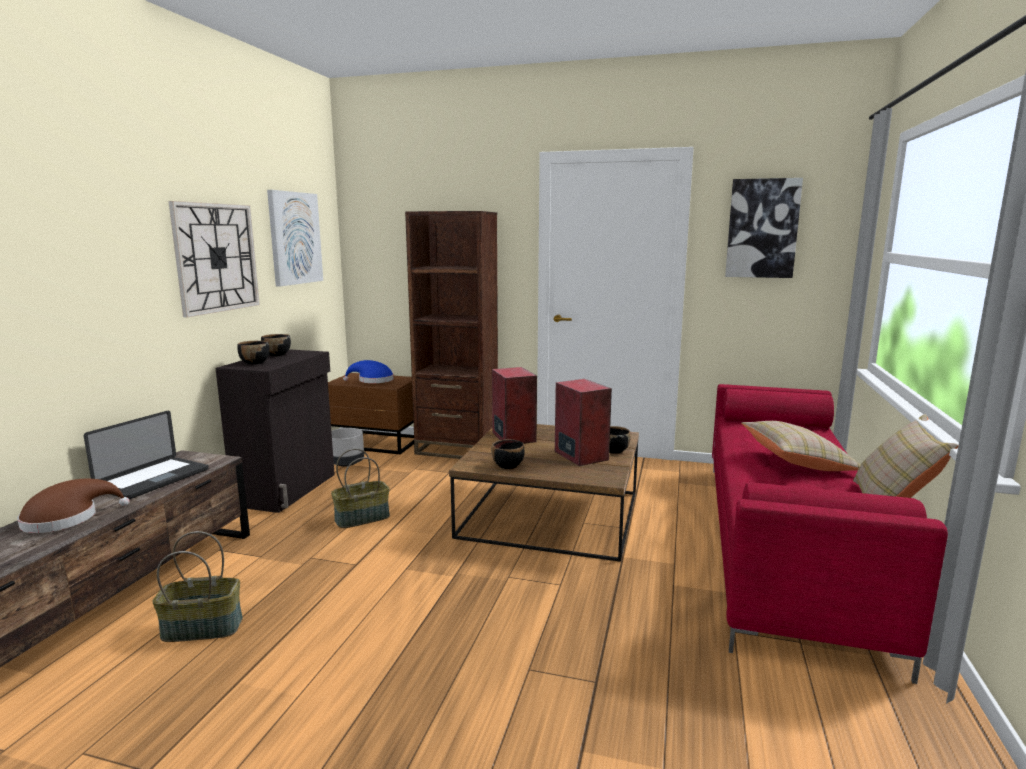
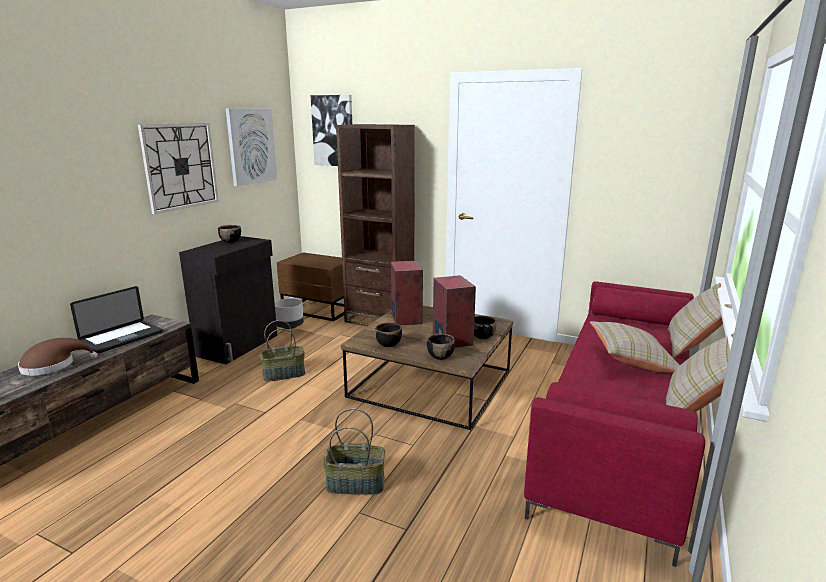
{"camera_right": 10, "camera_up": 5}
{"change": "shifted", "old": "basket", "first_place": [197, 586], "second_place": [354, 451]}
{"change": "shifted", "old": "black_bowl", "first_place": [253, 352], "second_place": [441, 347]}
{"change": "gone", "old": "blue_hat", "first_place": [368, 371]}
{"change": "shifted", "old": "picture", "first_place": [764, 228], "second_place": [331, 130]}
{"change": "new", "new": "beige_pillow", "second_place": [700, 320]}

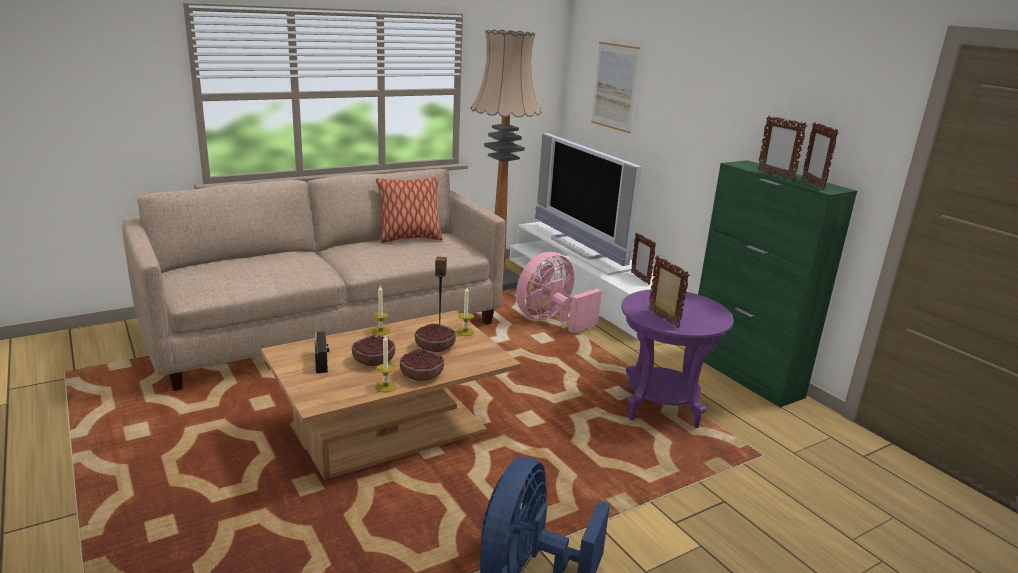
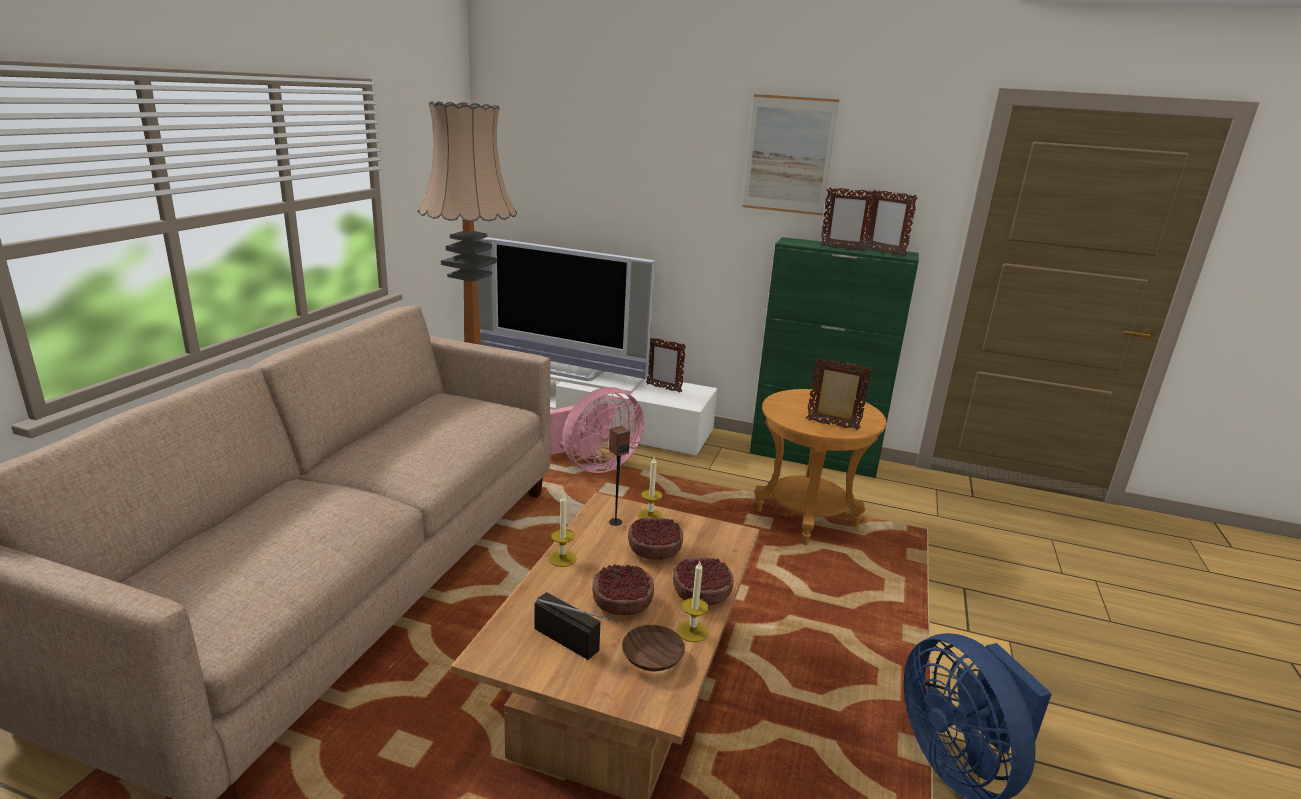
{"camera_right": -40, "camera_up": 0}
{"change": "gone", "old": "pillow", "first_place": [409, 210]}
{"change": "rotated", "old": "pink_fan", "first_place": [559, 292], "second_place": [597, 430], "degrees": -135}
{"change": "shifted", "old": "picture", "first_place": [615, 87], "second_place": [790, 155]}
{"change": "repainted", "old": "purple_side_table", "new": "brown_side_table", "first_place": [677, 358], "second_place": [820, 467]}
{"change": "new", "new": "brown_bowl", "second_place": [653, 648]}

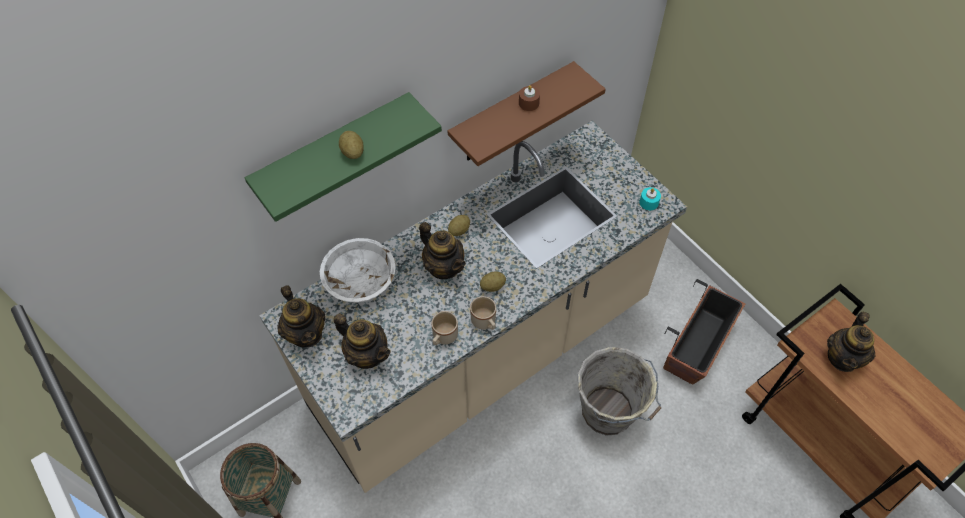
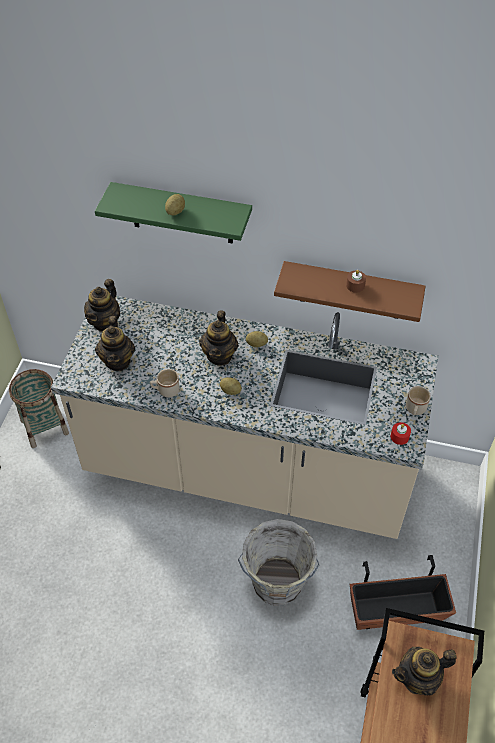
{"camera_right": 50, "camera_up": -5}
{"change": "gone", "old": "white_bowl", "first_place": [358, 270]}
{"change": "shifted", "old": "beige_mug", "first_place": [483, 313], "second_place": [418, 400]}
{"change": "repainted", "old": "turquoise_candle", "new": "red_candle", "first_place": [650, 198], "second_place": [401, 433]}

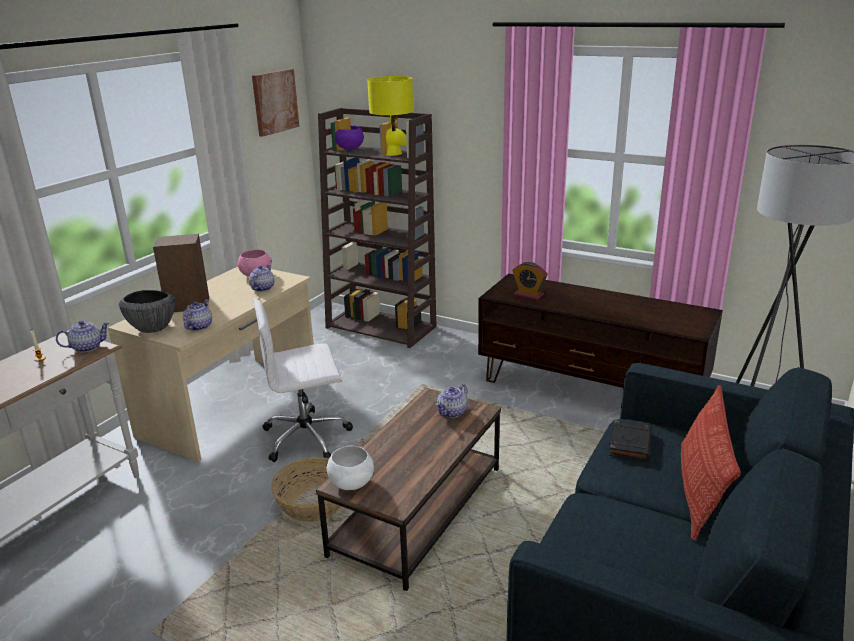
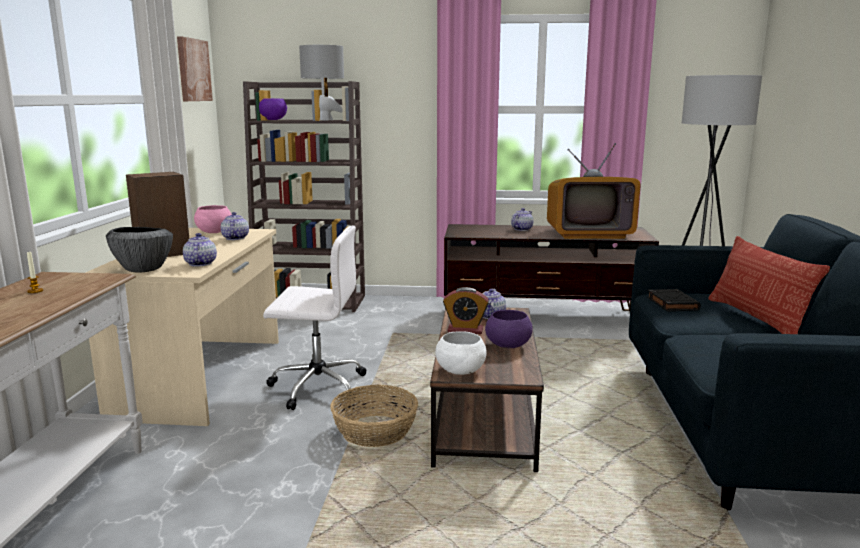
{"camera_right": -25, "camera_up": -10}
{"change": "shifted", "old": "teapot", "first_place": [83, 336], "second_place": [522, 219]}
{"change": "rotated", "old": "white_office_chair", "first_place": [303, 380], "second_place": [314, 317], "degrees": -135}
{"change": "repainted", "old": "yellow_table_lamp", "new": "grey_table_lamp", "first_place": [390, 116], "second_place": [321, 83]}
{"change": "shifted", "old": "alarm_clock", "first_place": [530, 281], "second_place": [466, 310]}
{"change": "new", "new": "purple_bowl", "second_place": [509, 329]}
{"change": "new", "new": "television", "second_place": [594, 191]}

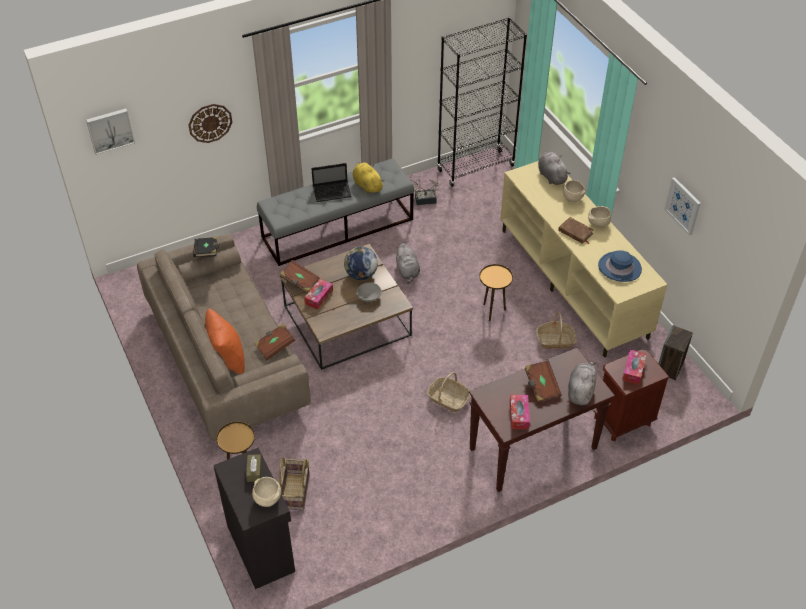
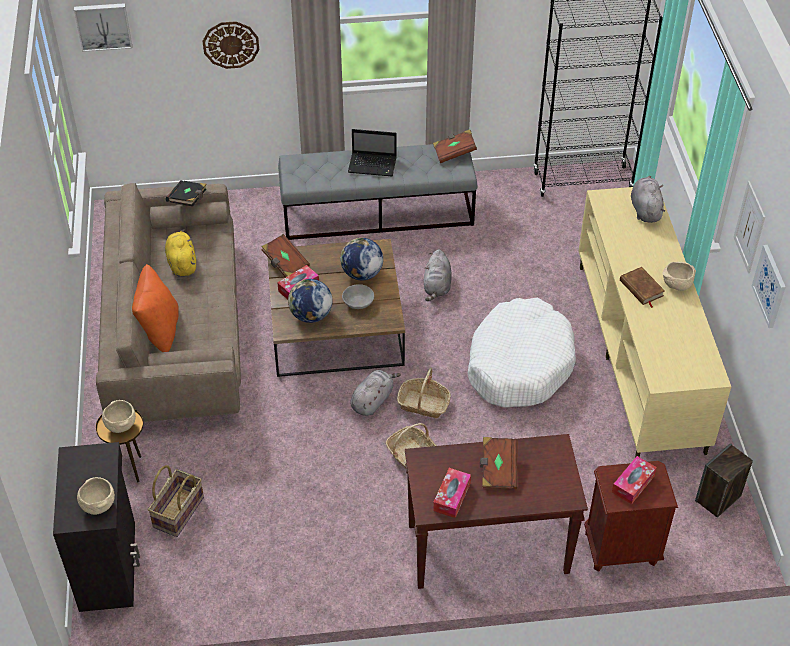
{"camera_right": 20, "camera_up": 0}
{"change": "gone", "old": "brown_tissue_box", "first_place": [254, 468]}
{"change": "shifted", "old": "brown_book", "first_place": [274, 342], "second_place": [455, 146]}
{"change": "shifted", "old": "yellow_plush_toy", "first_place": [369, 178], "second_place": [180, 253]}
{"change": "gone", "old": "potted_plant", "first_place": [425, 190]}
{"change": "swapped", "old": "brown_side_table", "new": "white_dog_bed", "first_place": [496, 292], "second_place": [522, 353]}
{"change": "shifted", "old": "basket", "first_place": [556, 330], "second_place": [424, 393]}
{"change": "shifted", "old": "beige_bowl", "first_place": [574, 191], "second_place": [119, 416]}
{"change": "shifted", "old": "grey_plush_toy", "first_place": [582, 383], "second_place": [375, 393]}
{"change": "gone", "old": "blue_hat", "first_place": [620, 266]}
{"change": "new", "new": "globe", "second_place": [310, 301]}
{"change": "new", "new": "picture", "second_place": [749, 227]}

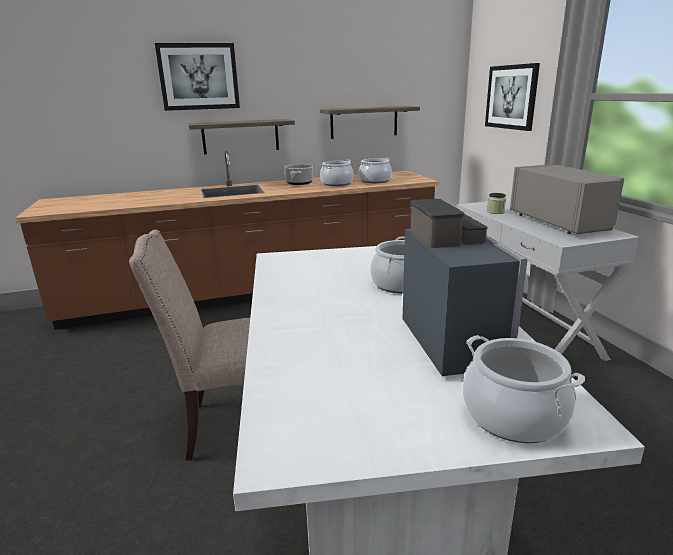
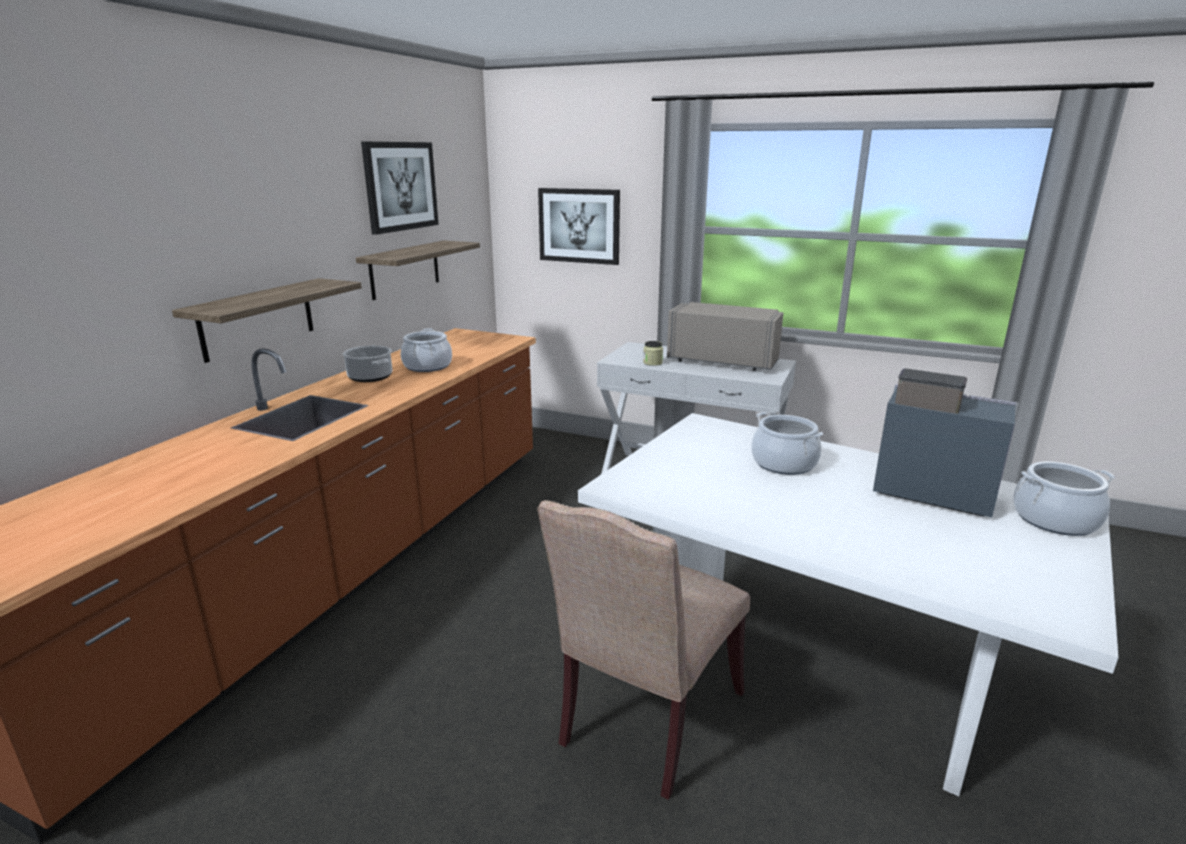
{"camera_right": -50, "camera_up": 0}
{"change": "shifted", "old": "picture", "first_place": [197, 77], "second_place": [400, 188]}
{"change": "gone", "old": "cooking_pot", "first_place": [375, 170]}

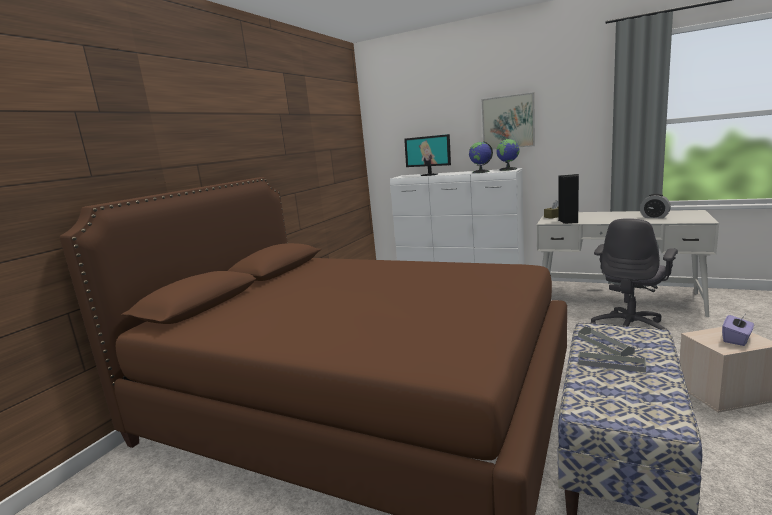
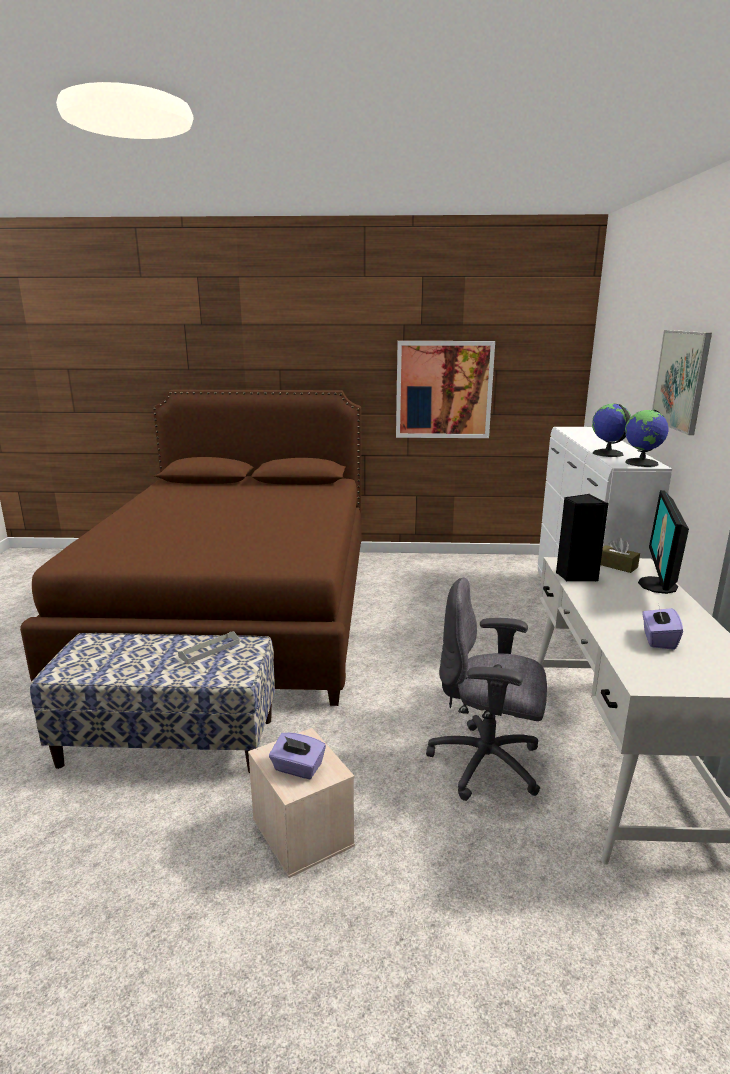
{"camera_right": 65, "camera_up": 5}
{"change": "shifted", "old": "monitor", "first_place": [427, 155], "second_place": [663, 542]}
{"change": "gone", "old": "grey_tray", "first_place": [612, 361]}
{"change": "swapped", "old": "alarm_clock", "new": "purple_tissue_box", "first_place": [655, 206], "second_place": [662, 626]}
{"change": "new", "new": "picture", "second_place": [445, 389]}

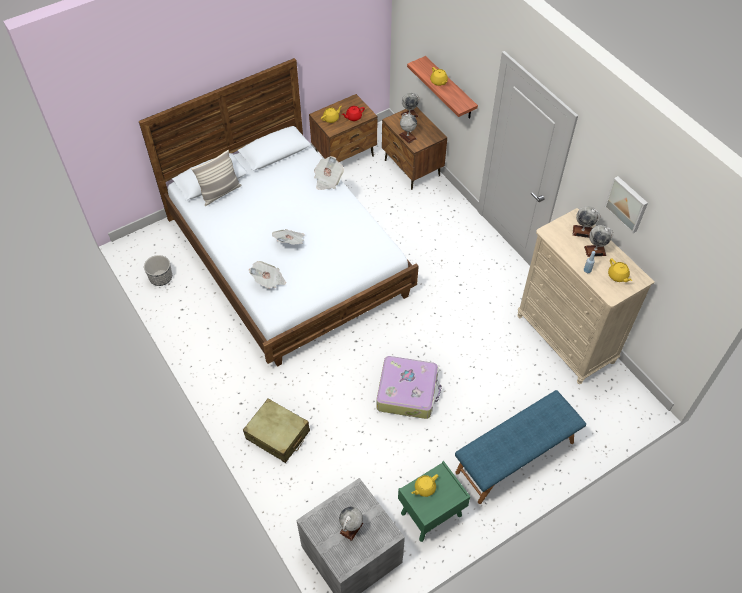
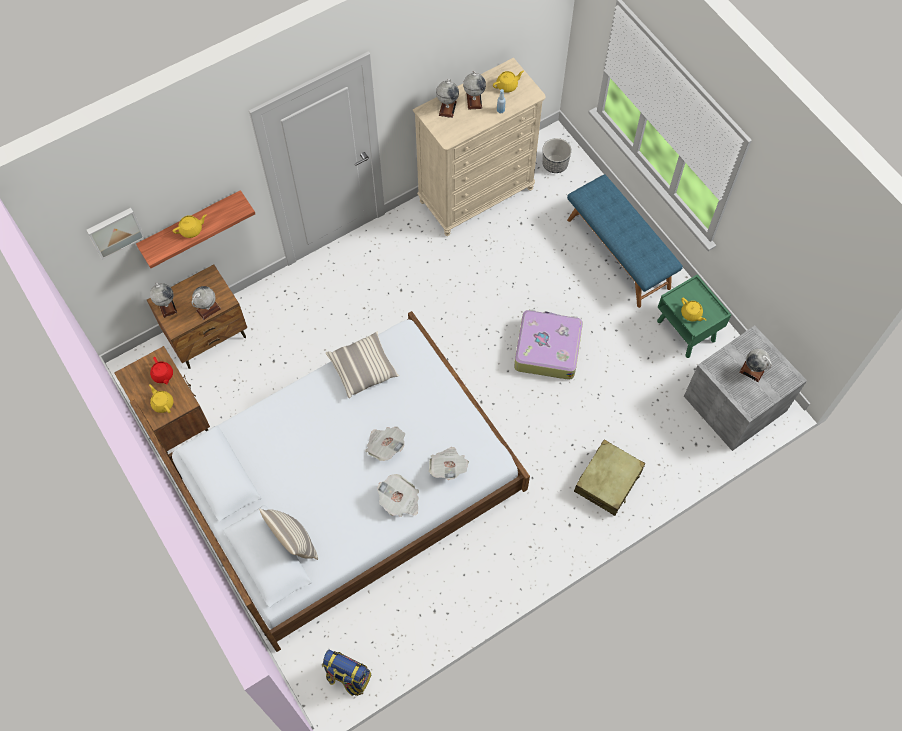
{"camera_right": -90, "camera_up": 10}
{"change": "shifted", "old": "planter", "first_place": [158, 270], "second_place": [557, 155]}
{"change": "shifted", "old": "newspaper", "first_place": [329, 173], "second_place": [398, 495]}
{"change": "shifted", "old": "picture", "first_place": [626, 204], "second_place": [115, 234]}
{"change": "new", "new": "backpack", "second_place": [346, 672]}
{"change": "new", "new": "pillow", "second_place": [362, 365]}

